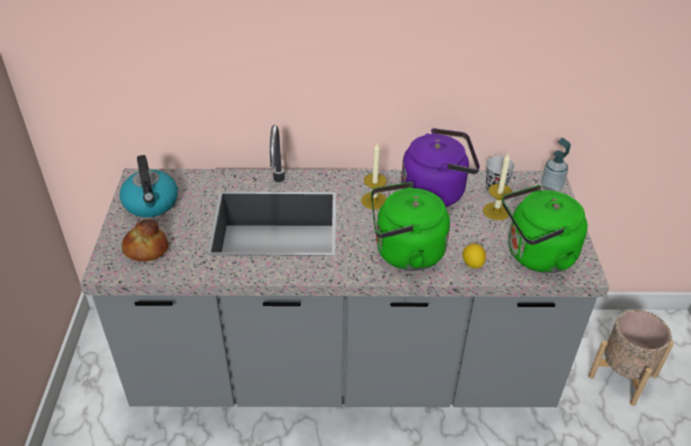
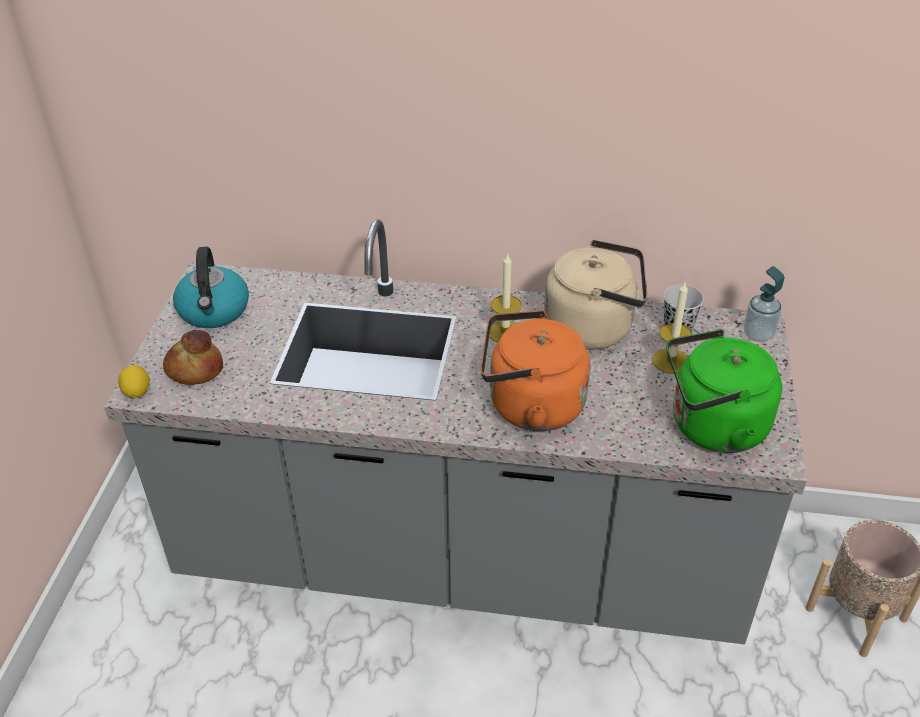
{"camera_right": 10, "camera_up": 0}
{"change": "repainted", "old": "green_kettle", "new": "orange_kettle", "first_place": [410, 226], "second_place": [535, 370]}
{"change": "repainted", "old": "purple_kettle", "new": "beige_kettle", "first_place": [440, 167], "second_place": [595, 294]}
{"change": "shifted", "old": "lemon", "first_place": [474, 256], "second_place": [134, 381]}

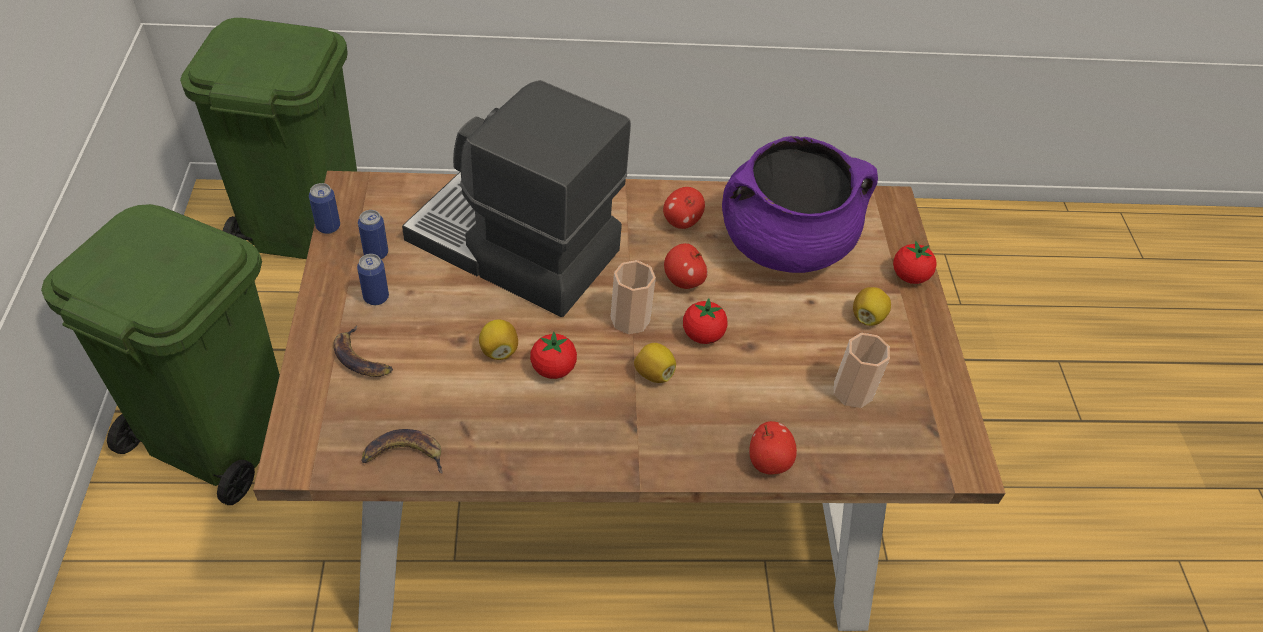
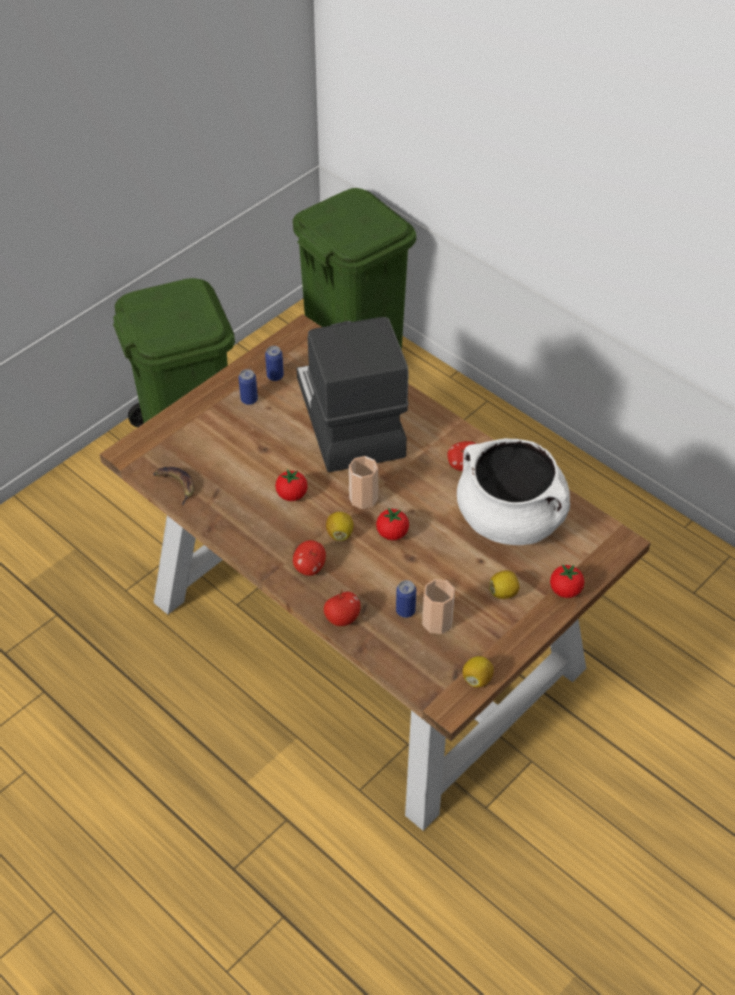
{"camera_right": 50, "camera_up": 0}
{"change": "shifted", "old": "can", "first_place": [324, 208], "second_place": [406, 599]}
{"change": "gone", "old": "banana", "first_place": [363, 351]}
{"change": "shifted", "old": "lemon", "first_place": [498, 339], "second_place": [478, 672]}
{"change": "shifted", "old": "apple", "first_place": [686, 266], "second_place": [309, 558]}
{"change": "repainted", "old": "purple_cooking_pot", "new": "white_cooking_pot", "first_place": [800, 204], "second_place": [513, 491]}

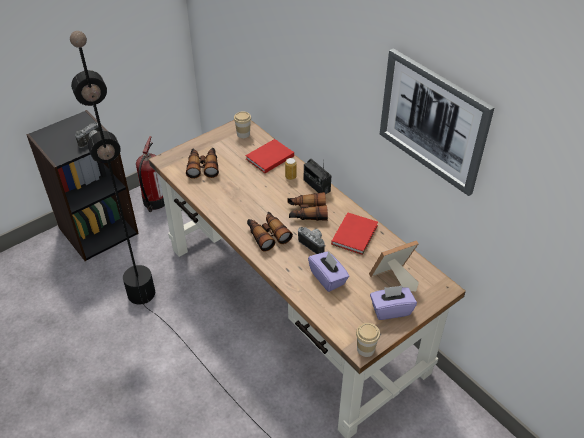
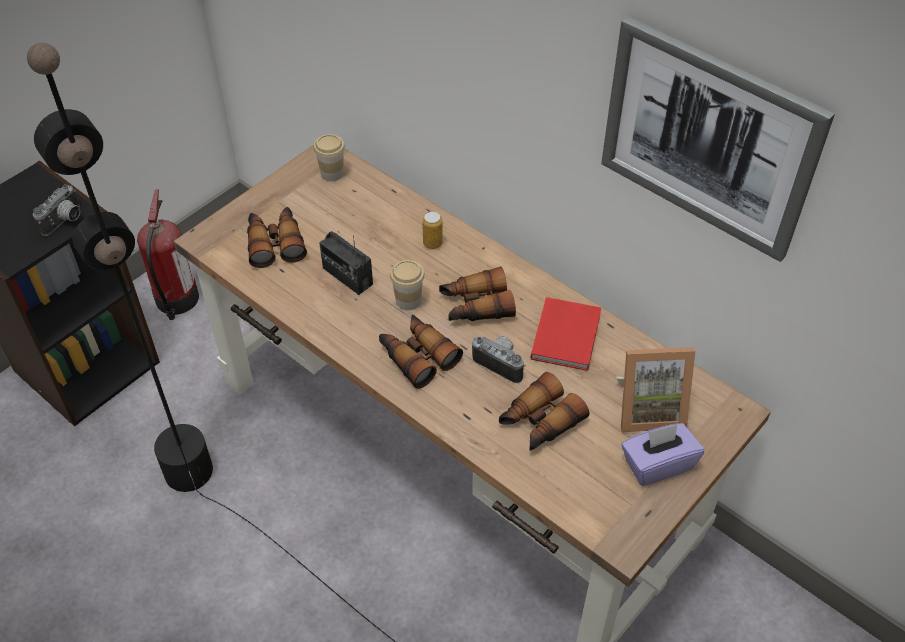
{"camera_right": -10, "camera_up": 5}
{"change": "gone", "old": "red_book", "first_place": [269, 156]}
{"change": "shifted", "old": "radio", "first_place": [317, 176], "second_place": [346, 263]}
{"change": "swapped", "old": "purple_tissue_box", "new": "binoculars", "first_place": [328, 271], "second_place": [544, 411]}
{"change": "shifted", "old": "cup", "first_place": [368, 340], "second_place": [407, 285]}
{"change": "rotated", "old": "picture_frame", "first_place": [394, 265], "second_place": [656, 389], "degrees": -150}

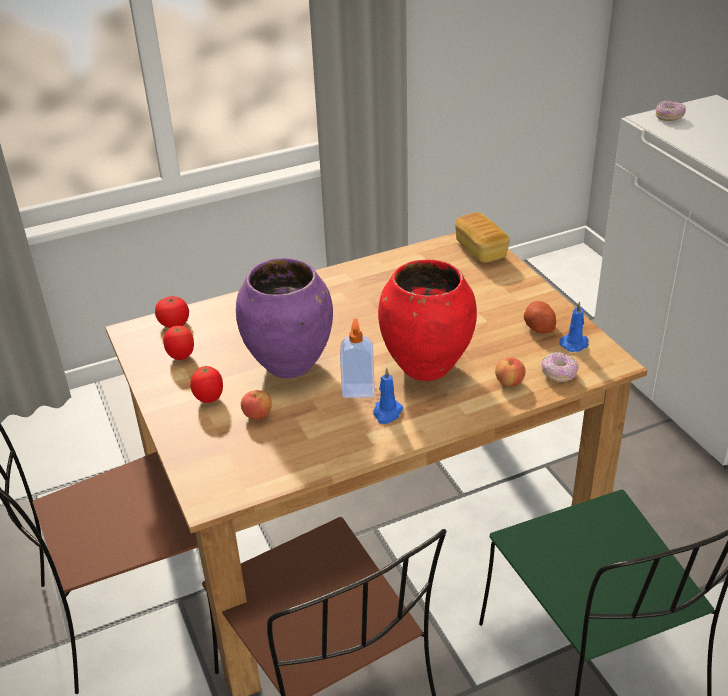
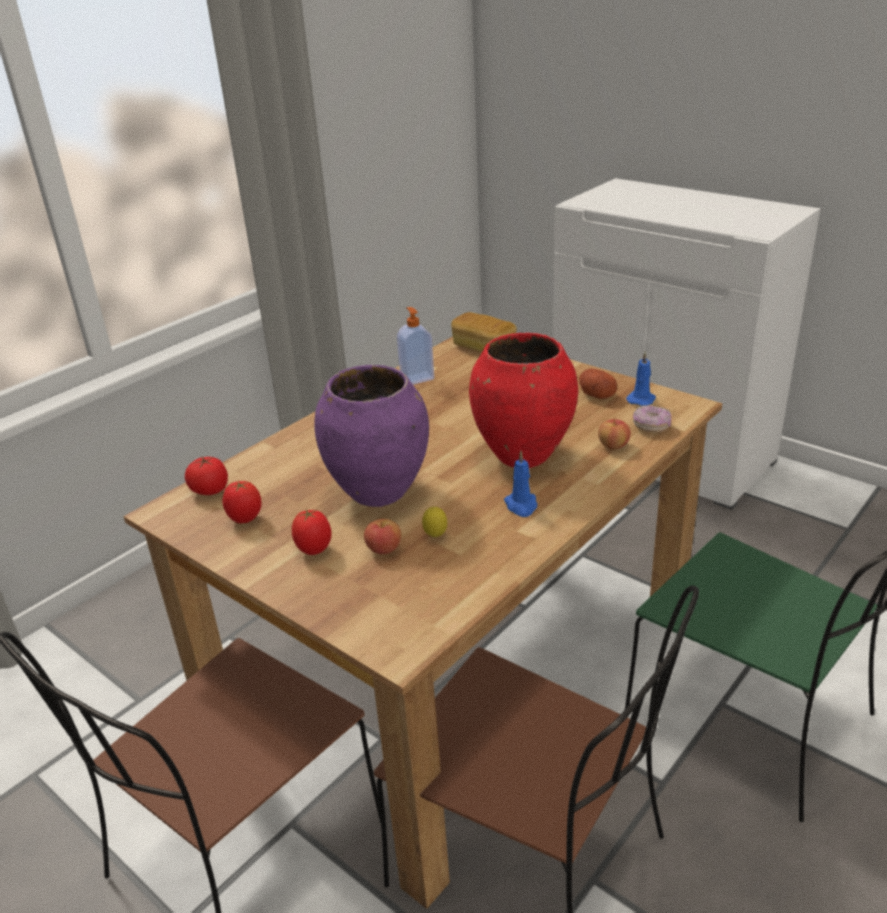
{"camera_right": -25, "camera_up": -5}
{"change": "shifted", "old": "soap_dispenser", "first_place": [357, 358], "second_place": [415, 346]}
{"change": "gone", "old": "donut", "first_place": [670, 111]}
{"change": "new", "new": "lemon", "second_place": [434, 522]}

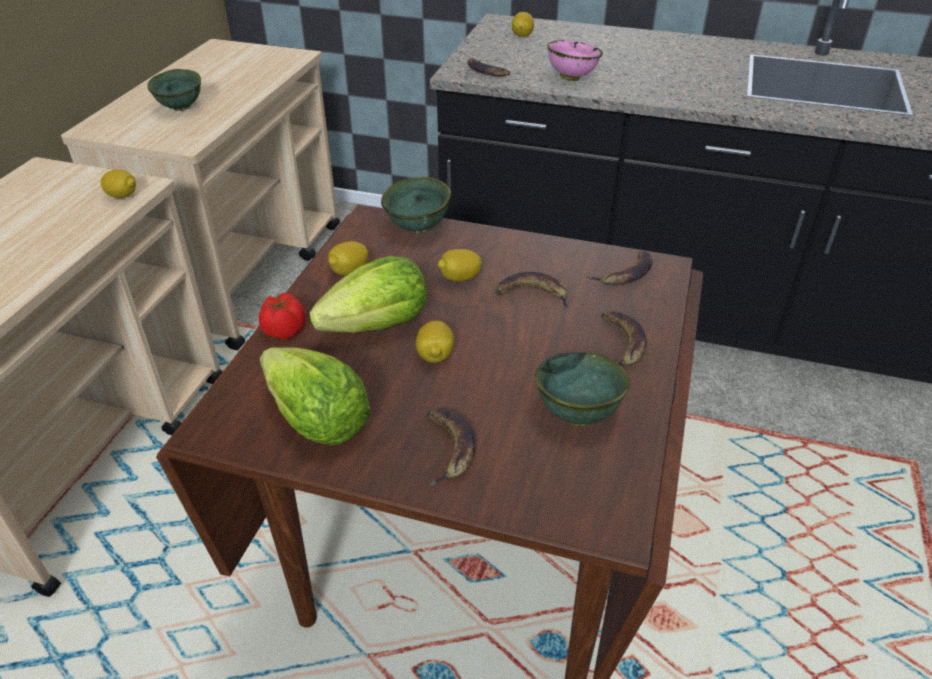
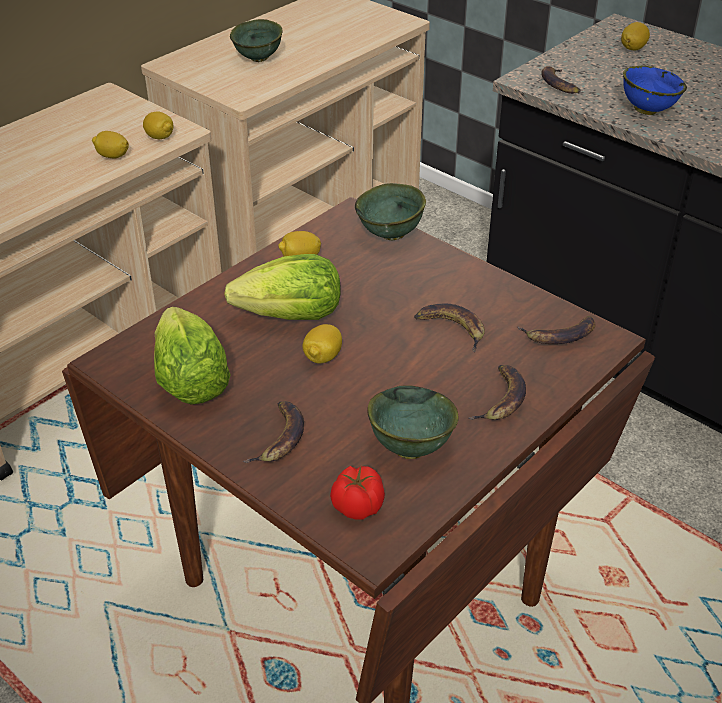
{"camera_right": 25, "camera_up": 0}
{"change": "shifted", "old": "tomato", "first_place": [282, 316], "second_place": [357, 492]}
{"change": "shifted", "old": "lemon", "first_place": [460, 265], "second_place": [110, 145]}
{"change": "repainted", "old": "pink_bowl", "new": "blue_bowl", "first_place": [575, 60], "second_place": [655, 90]}

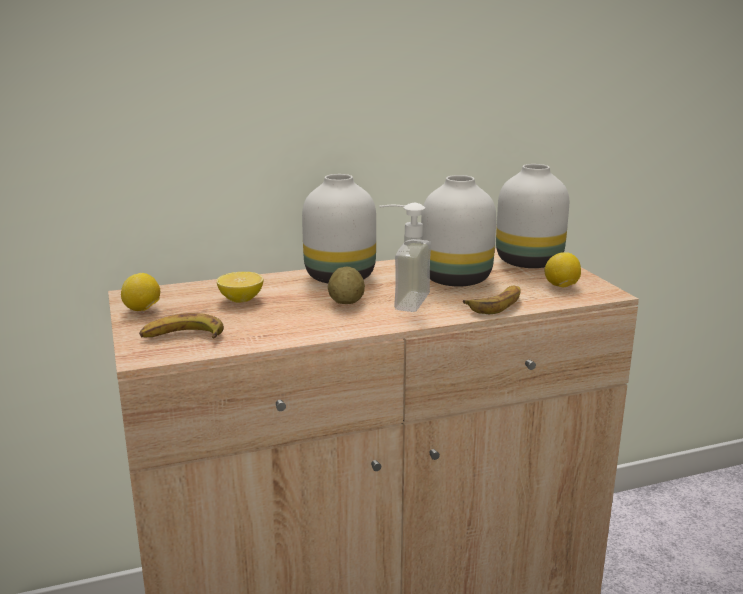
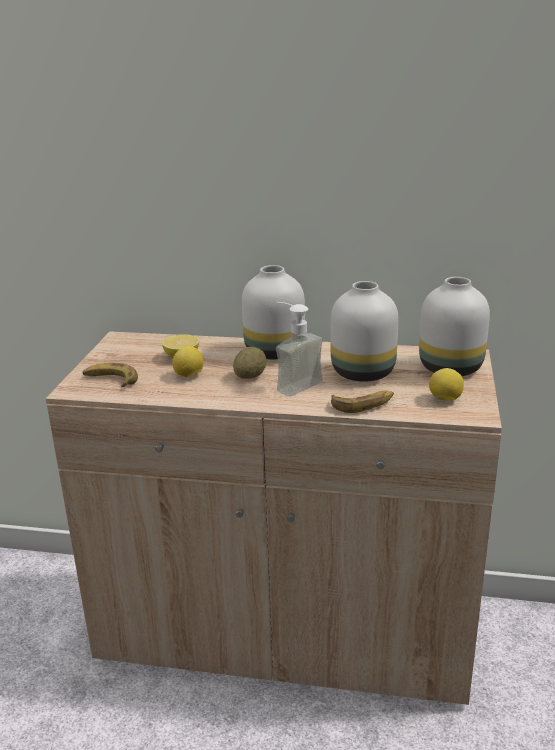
{"camera_right": 30, "camera_up": 5}
{"change": "shifted", "old": "lemon", "first_place": [140, 292], "second_place": [188, 361]}

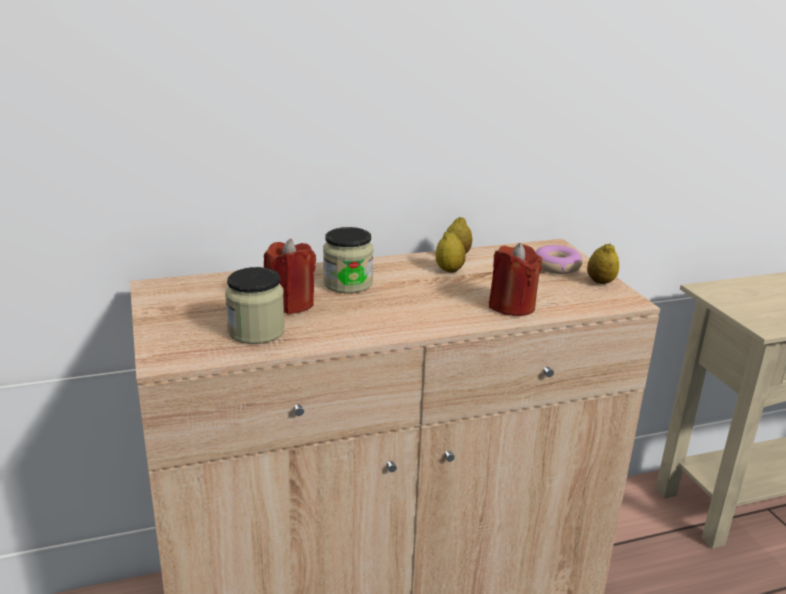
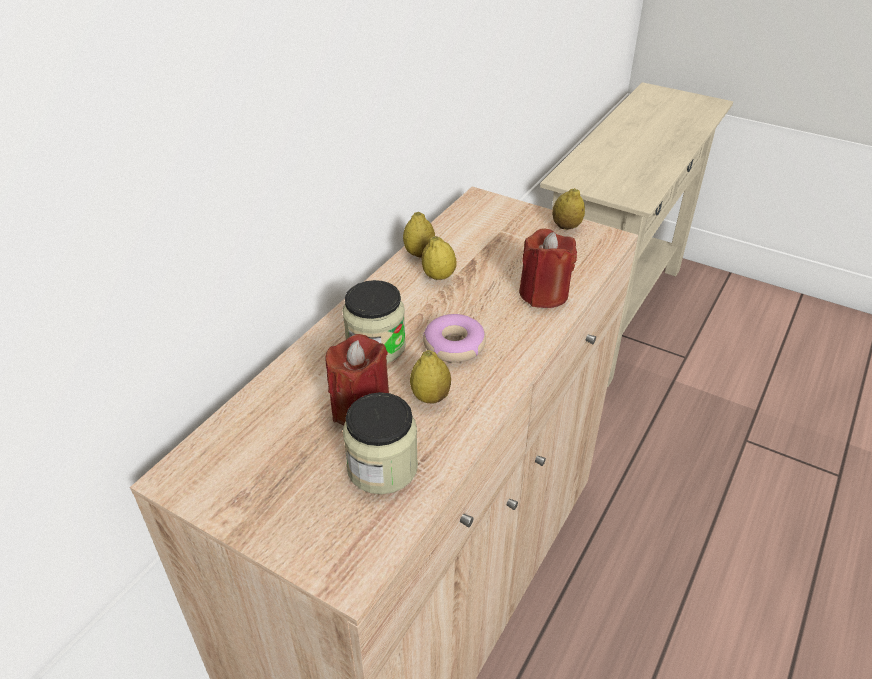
{"camera_right": -40, "camera_up": 15}
{"change": "shifted", "old": "donut", "first_place": [559, 259], "second_place": [454, 338]}
{"change": "new", "new": "lemon", "second_place": [430, 377]}

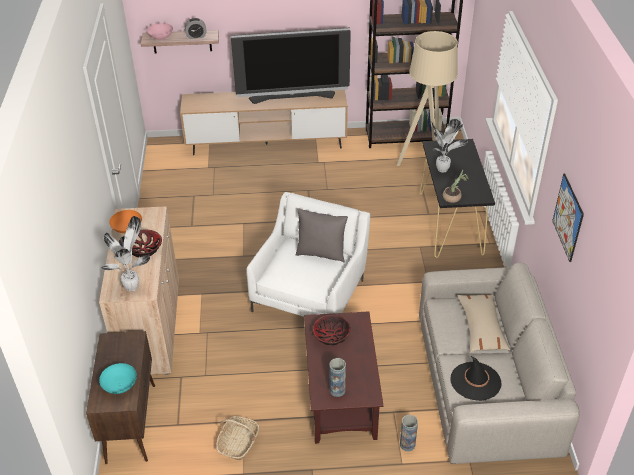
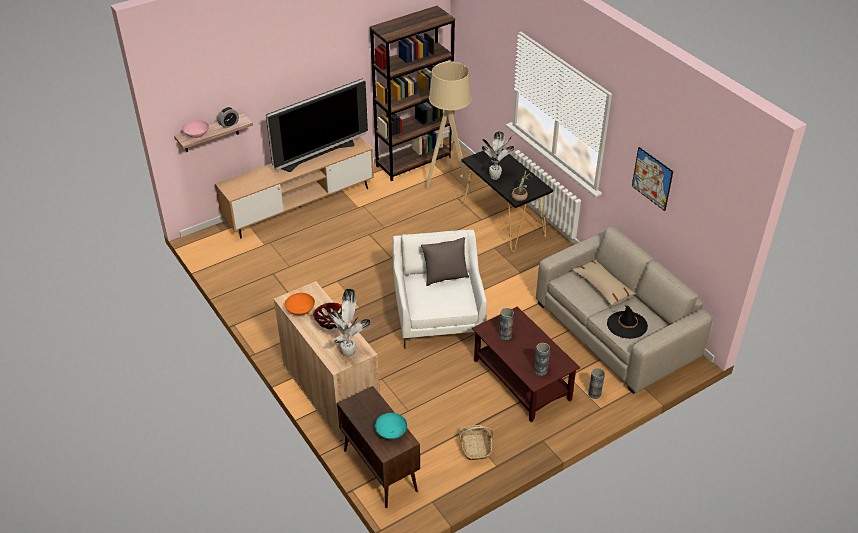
{"camera_right": -30, "camera_up": 0}
{"change": "swapped", "old": "bowl", "new": "vase", "first_place": [332, 329], "second_place": [506, 324]}

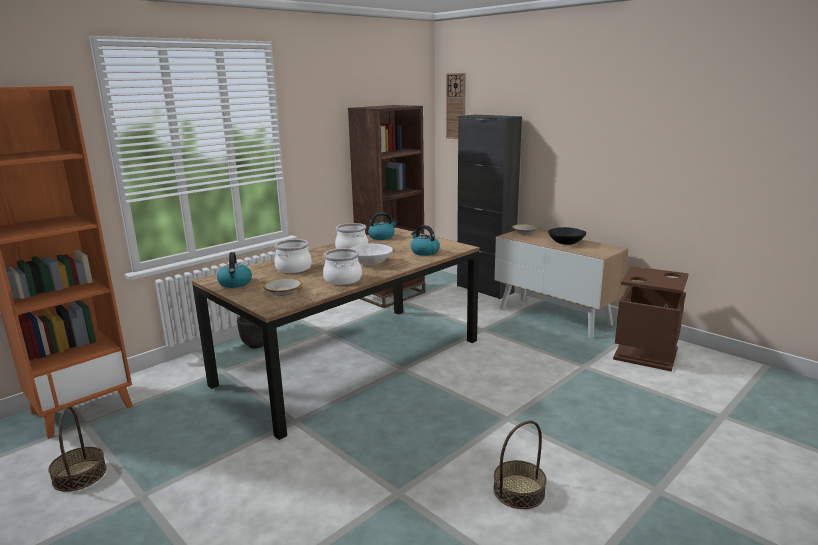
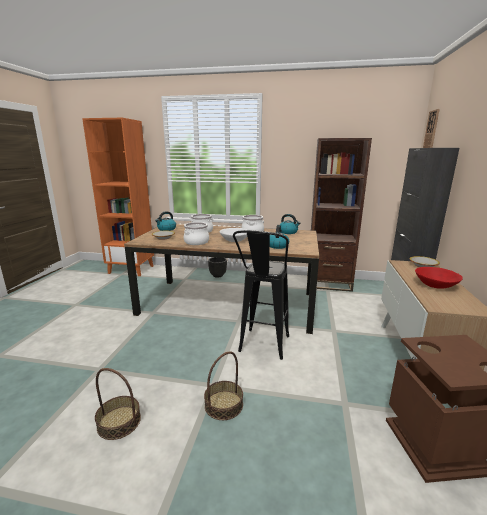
{"camera_right": 55, "camera_up": 0}
{"change": "shifted", "old": "basket", "first_place": [77, 449], "second_place": [223, 385]}
{"change": "repainted", "old": "black_bowl", "new": "red_bowl", "first_place": [567, 236], "second_place": [439, 278]}
{"change": "new", "new": "black_stool", "second_place": [261, 295]}

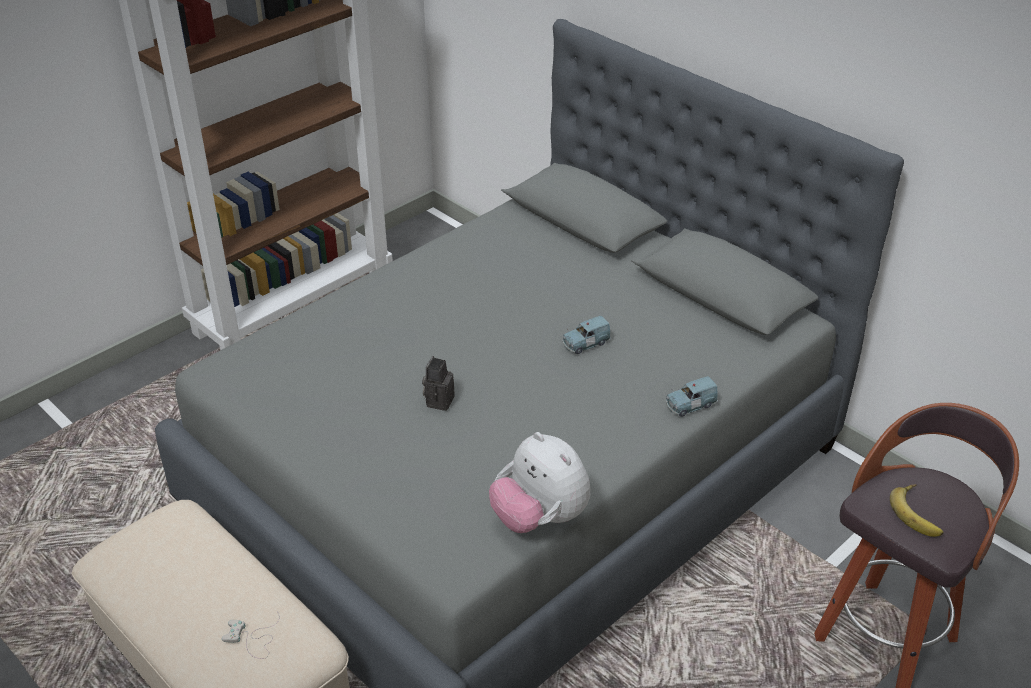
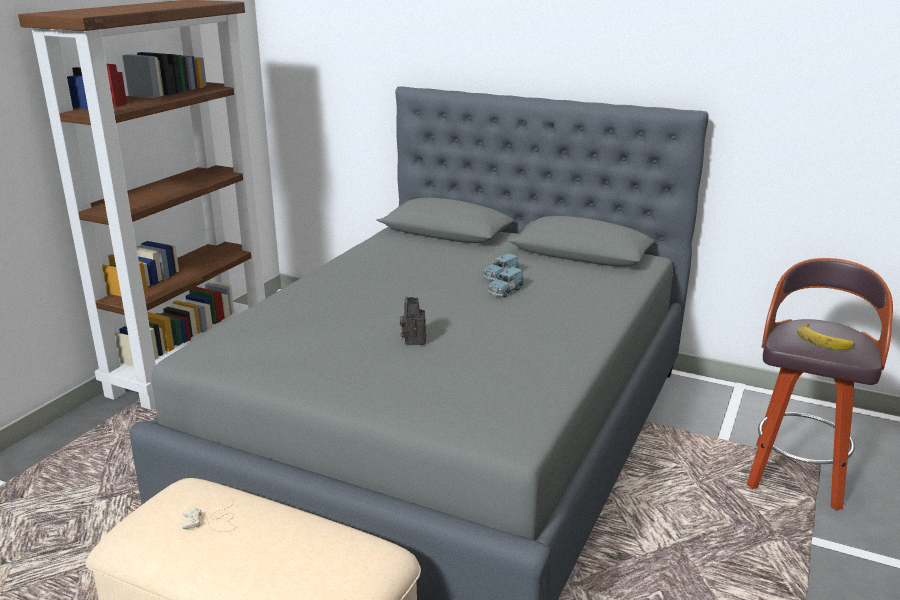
{"camera_right": -20, "camera_up": -15}
{"change": "shifted", "old": "white_game_controller", "first_place": [250, 636], "second_place": [208, 514]}
{"change": "gone", "old": "plush_toy", "first_place": [539, 482]}
{"change": "shifted", "old": "blue_toy_car", "first_place": [692, 396], "second_place": [501, 266]}

